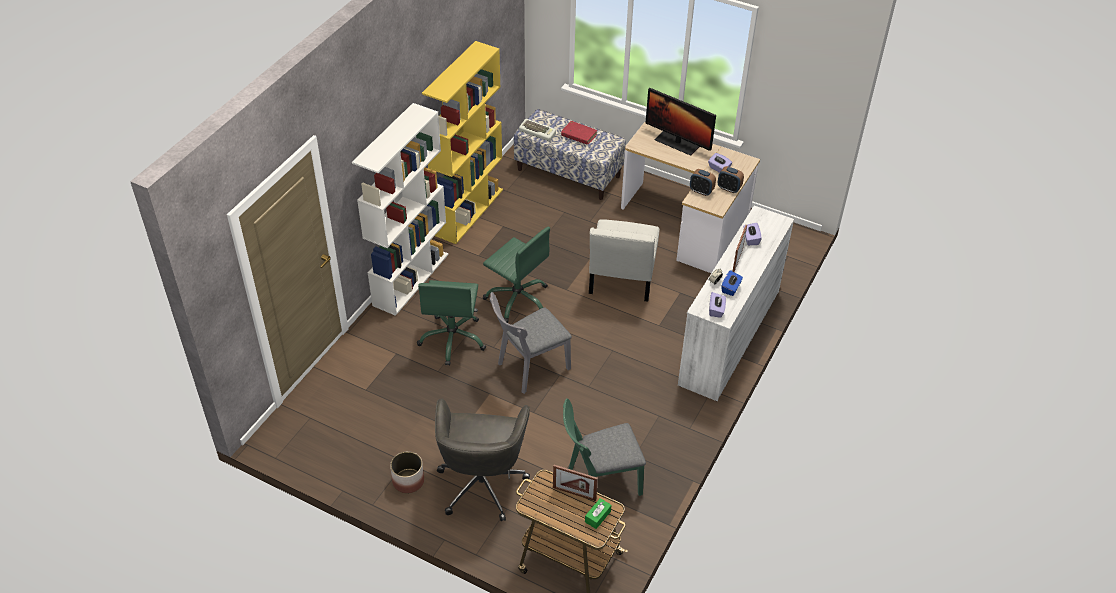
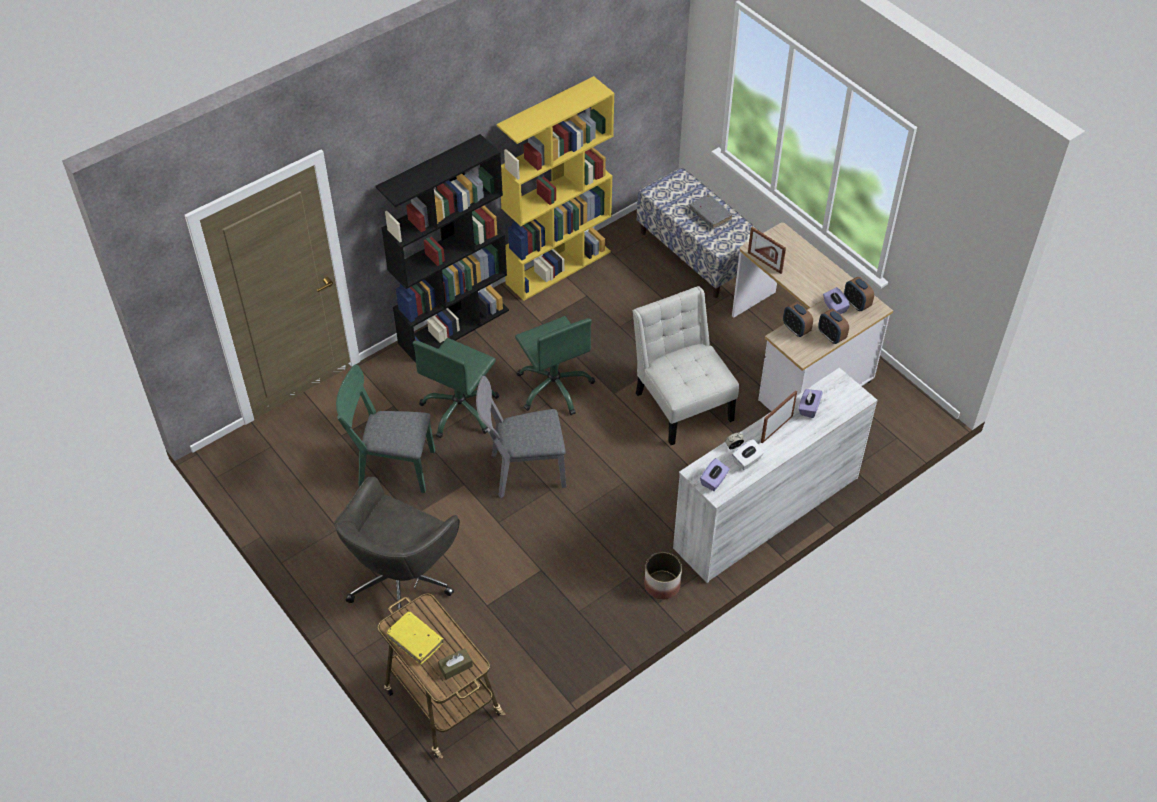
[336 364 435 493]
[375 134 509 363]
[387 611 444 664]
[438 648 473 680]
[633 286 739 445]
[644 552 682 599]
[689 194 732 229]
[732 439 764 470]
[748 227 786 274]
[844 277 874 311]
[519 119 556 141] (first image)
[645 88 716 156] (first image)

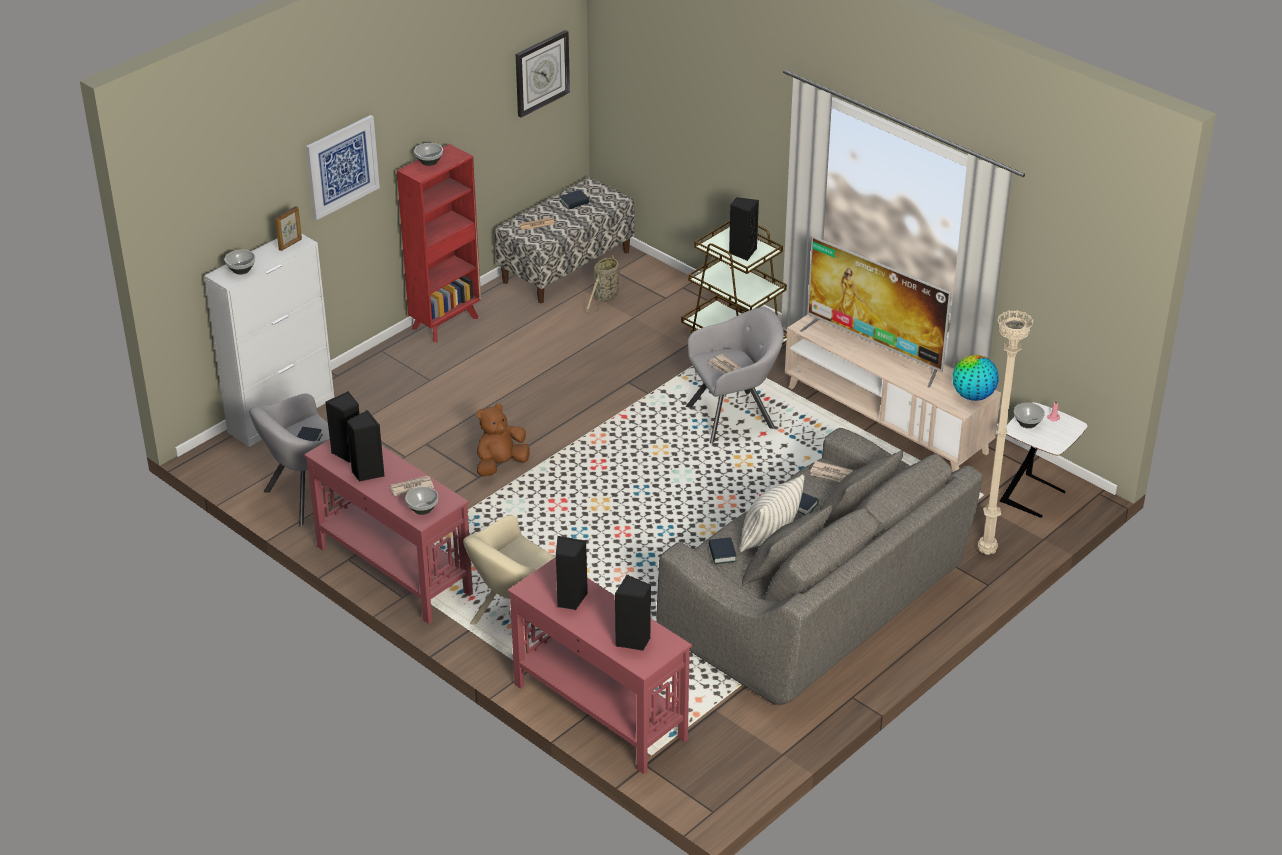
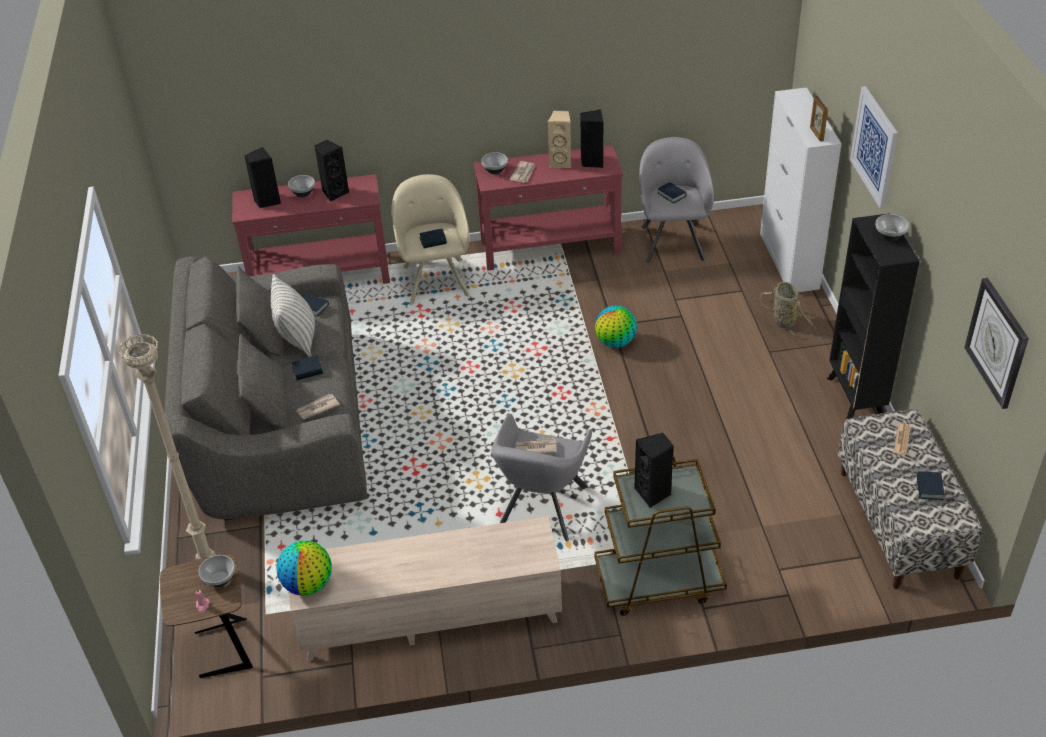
[160 554 253 678]
[288 175 315 197]
[420 229 447 248]
[548 110 571 168]
[595 306 637 348]
[760 282 813 336]
[827 213 920 419]
[800 236 951 388] (first image)

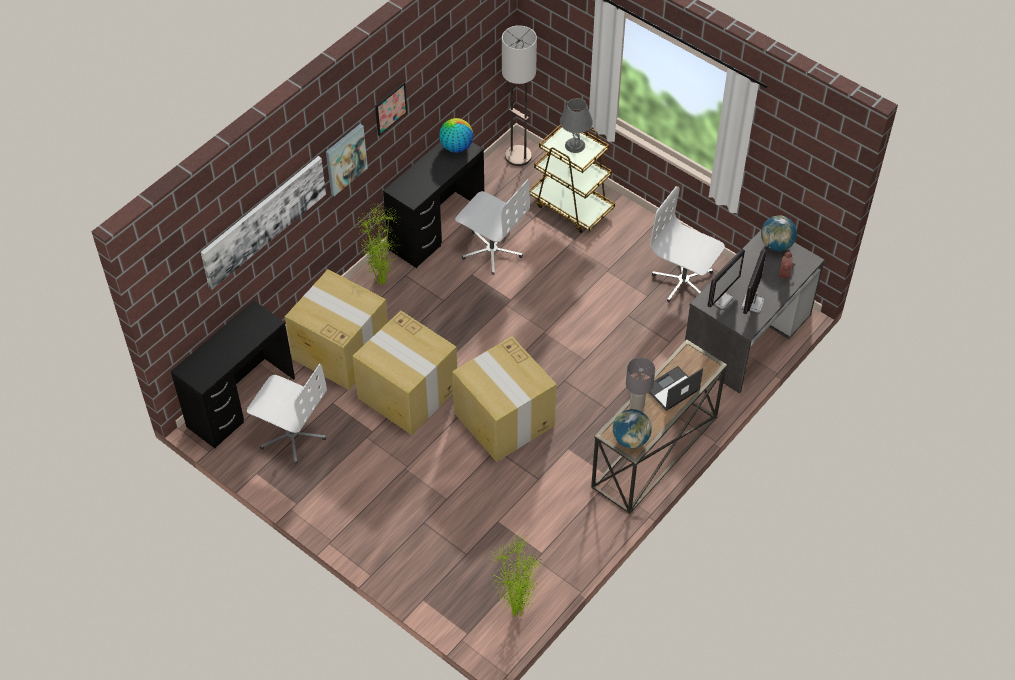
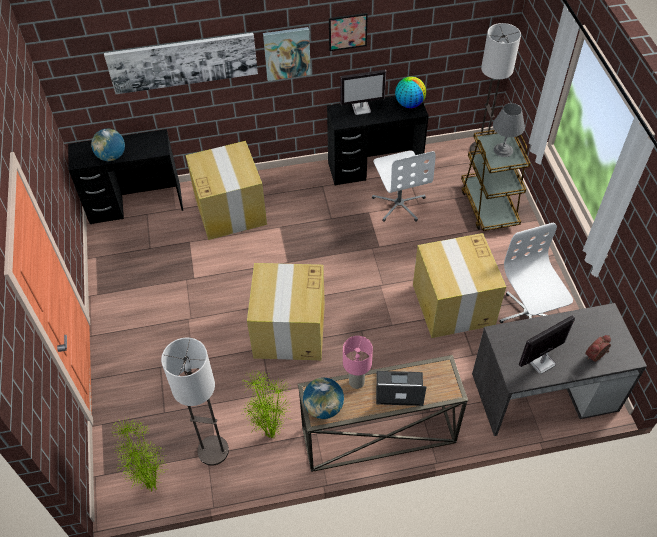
[91 129 125 161]
[161 338 229 466]
[241 370 290 440]
[340 70 386 115]
[343 336 373 389]
[413 233 506 338]
[247 364 327 464] (first image)

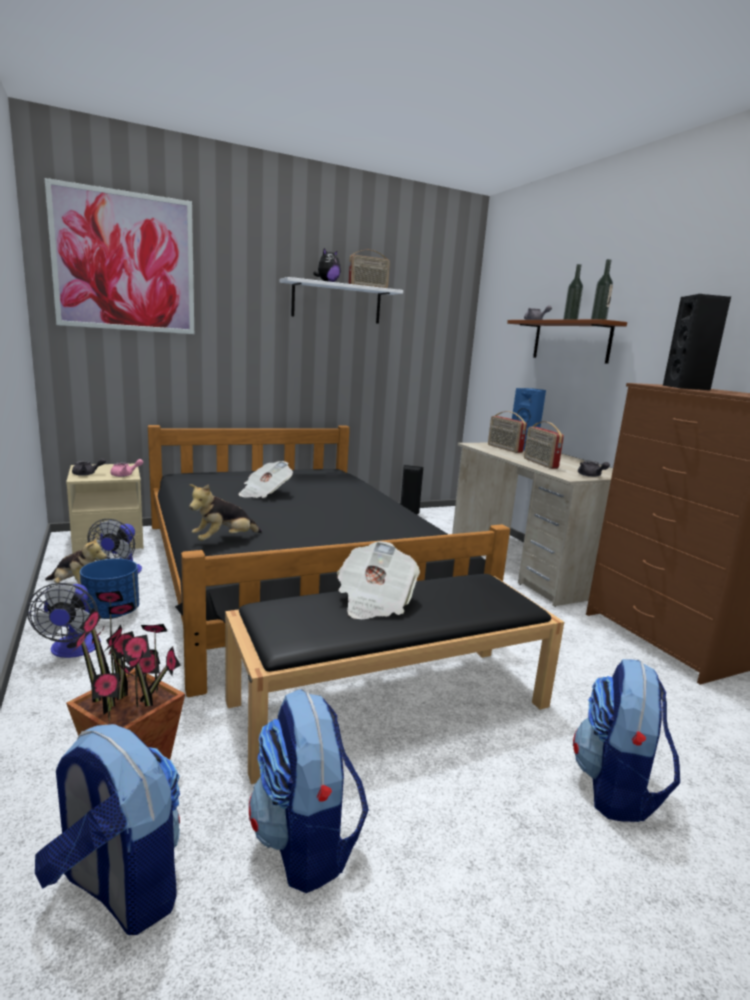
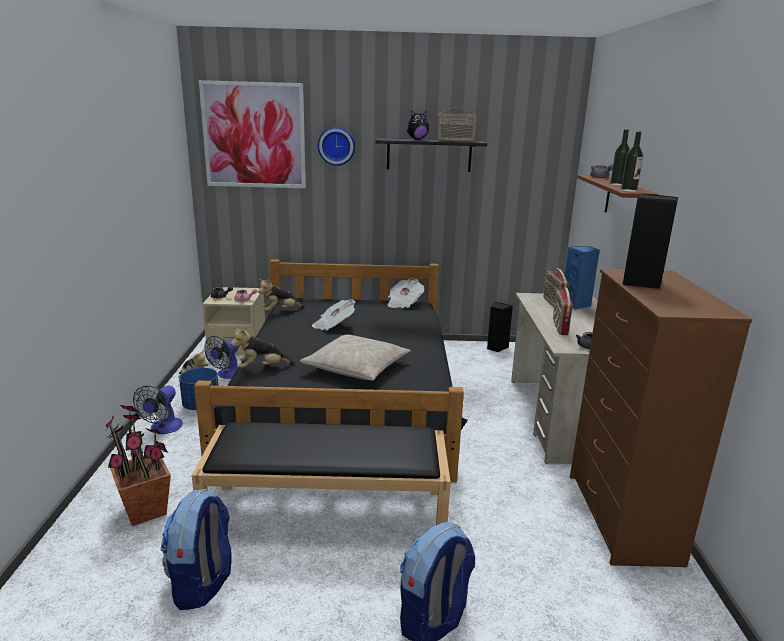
[258 279 305 311]
[300 335 410 381]
[318 127 355 166]
[375 138 487 172]
[387 278 424 308]
[35 724 180 935] (first image)

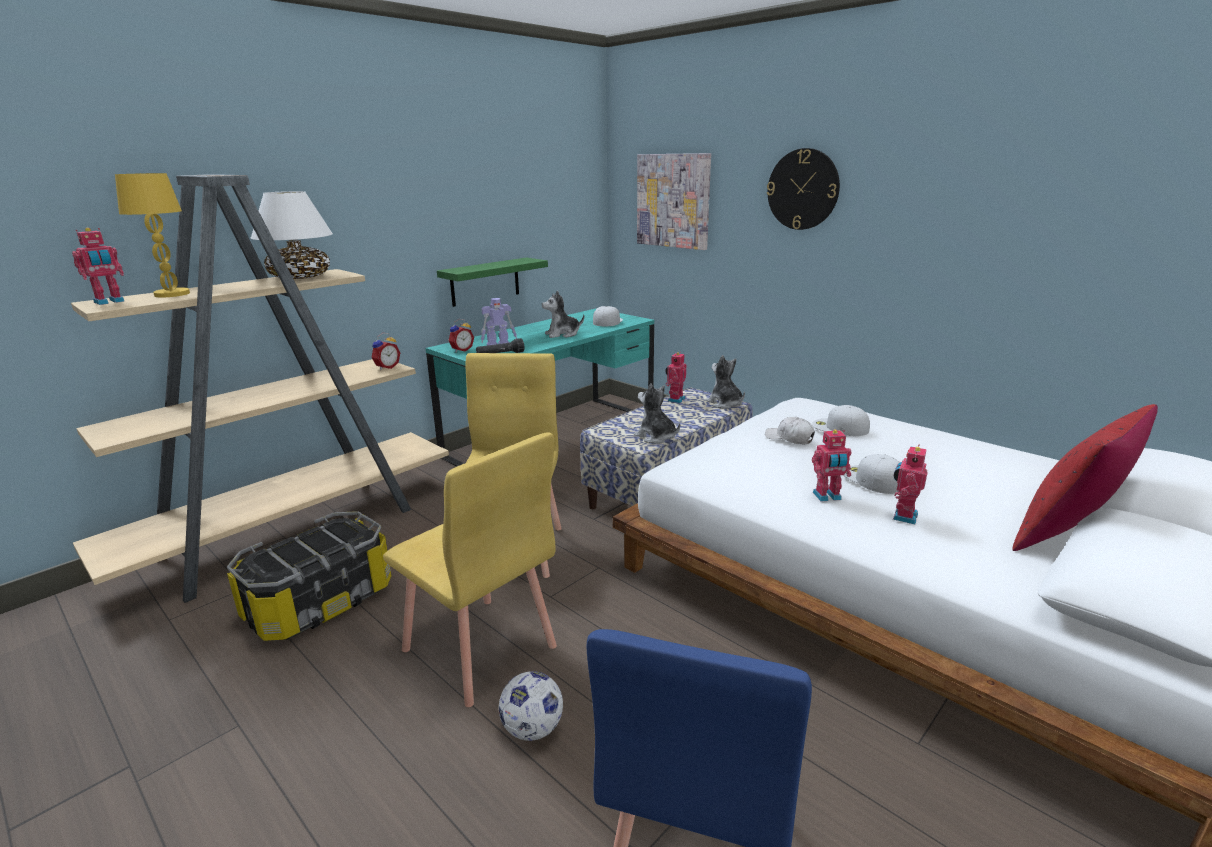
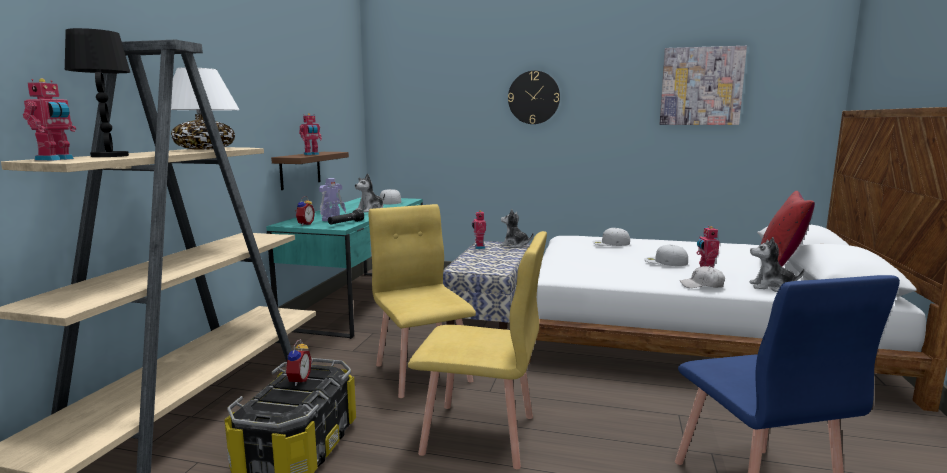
[65 28 130 157]
[271 152 349 190]
[284 339 312 386]
[299 113 322 155]
[660 46 747 125]
[680 266 725 288]
[750 237 804 292]
[499 671 563 741] (first image)

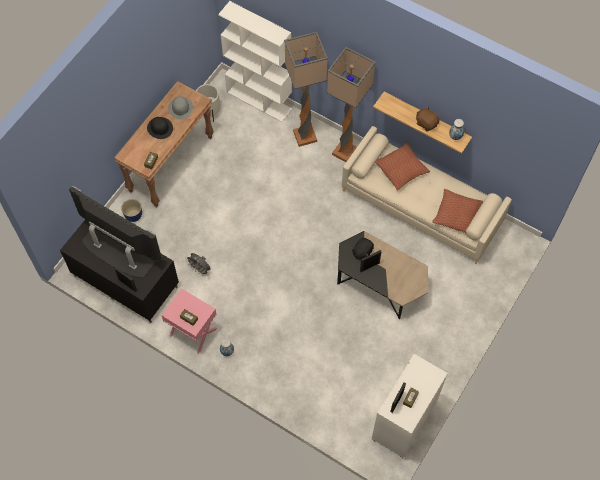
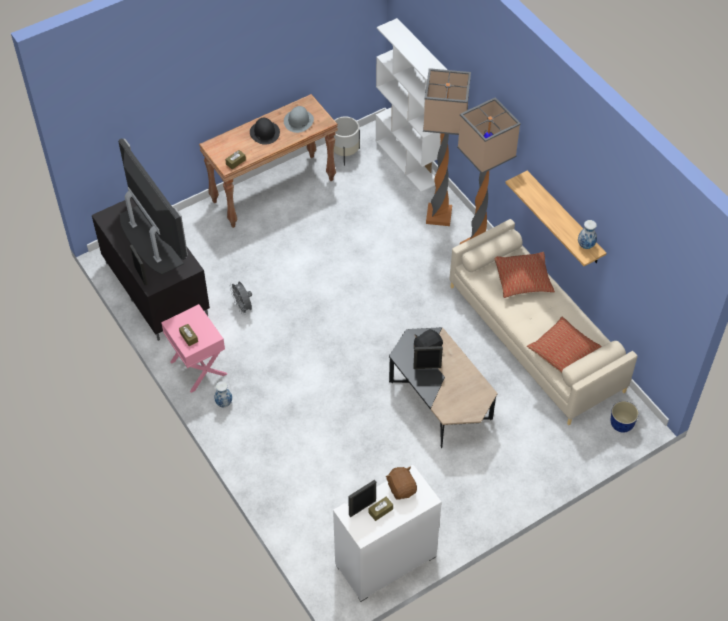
[386 467 417 500]
[611 401 639 433]

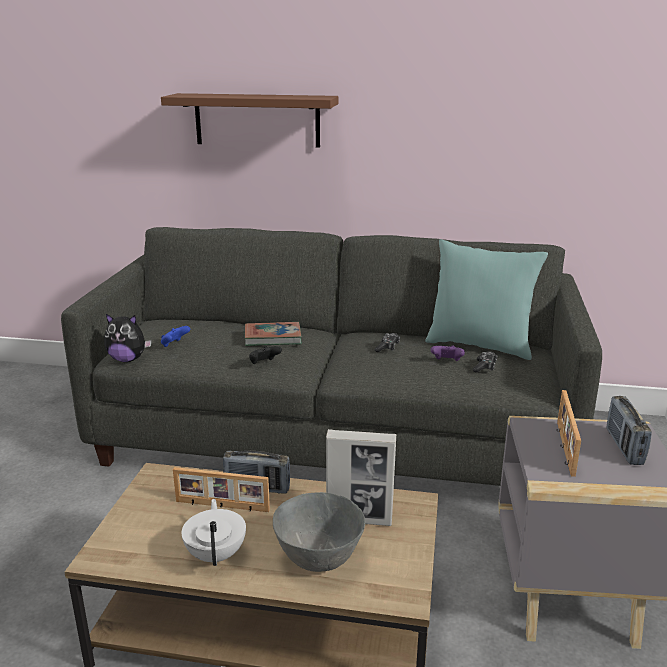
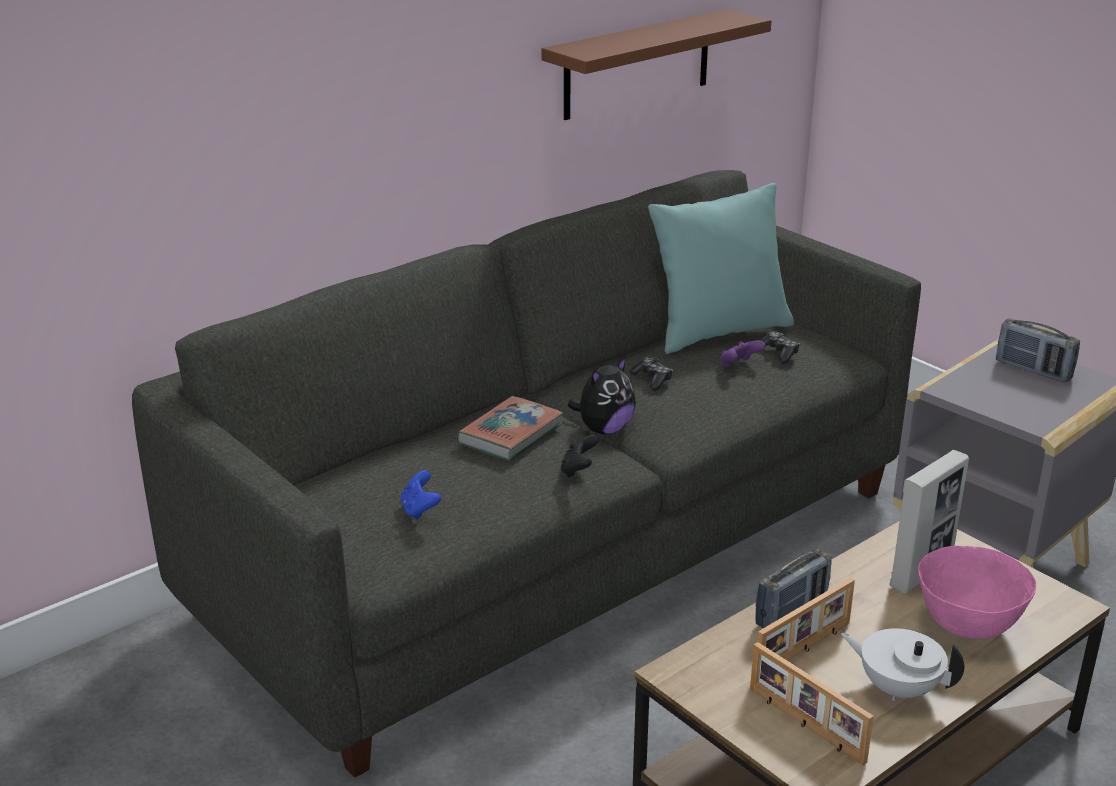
[542 9 771 120]
[568 356 636 435]
[750 642 874 765]
[918 545 1036 639]

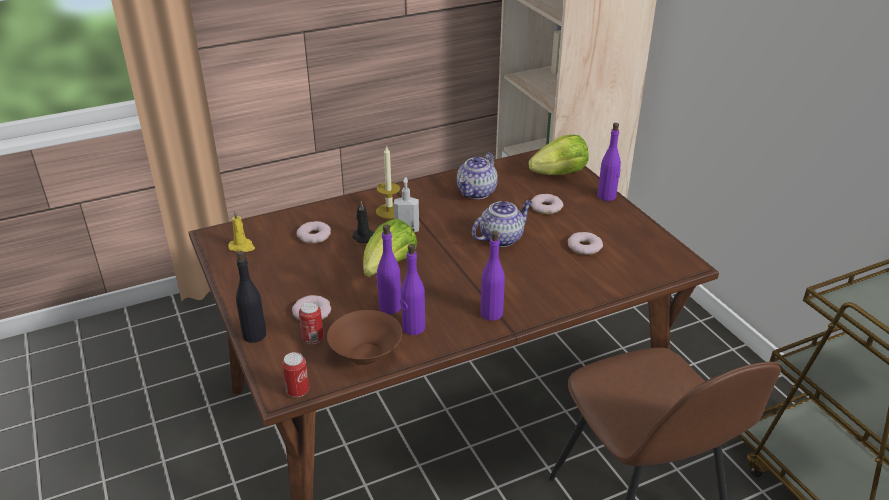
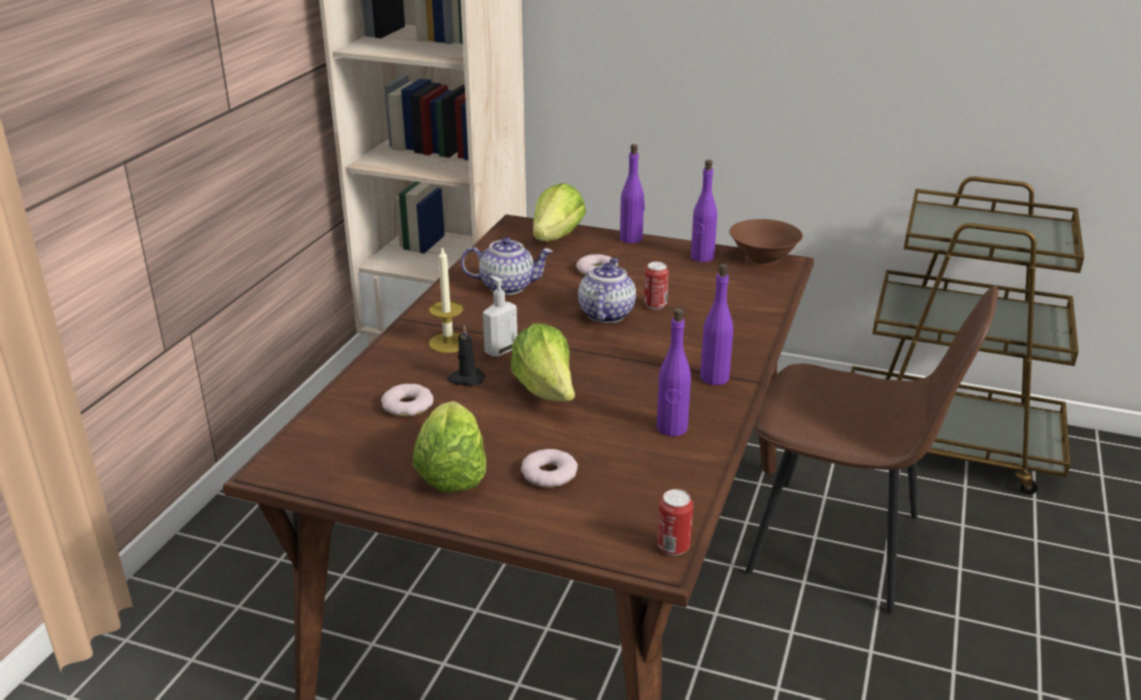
[413 401 486 493]
[461 237 553 295]
[644 262 669 310]
[691 160 717 262]
[729 219 803 265]
[228 210 255 252] (first image)
[236 251 266 343] (first image)
[568 232 603 255] (first image)

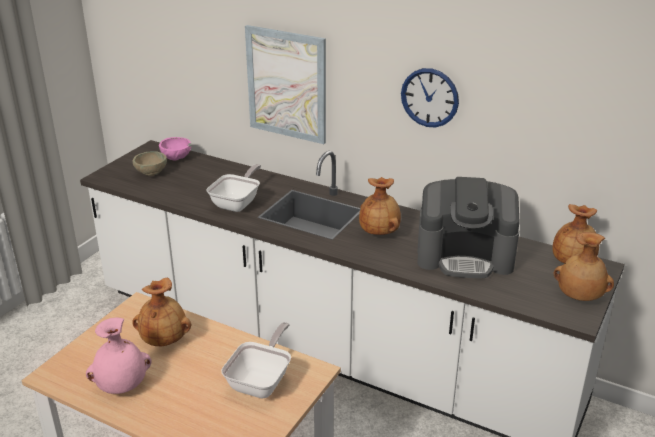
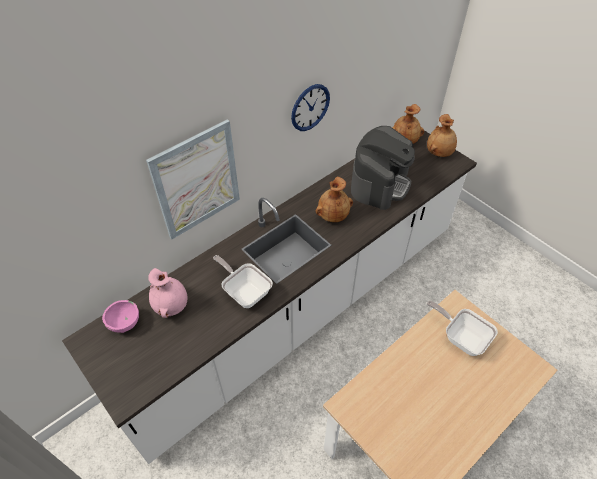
[148 268 188 318]
[132 278 191 346] (first image)
[133 151 167 176] (first image)

